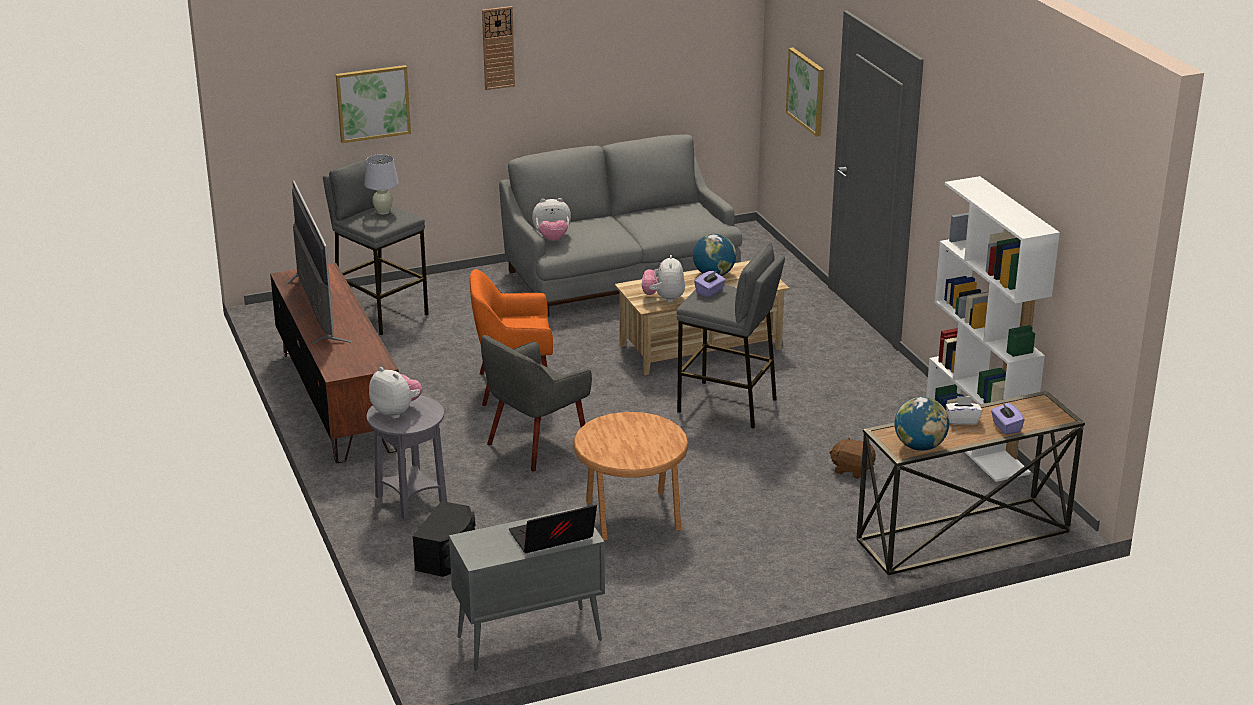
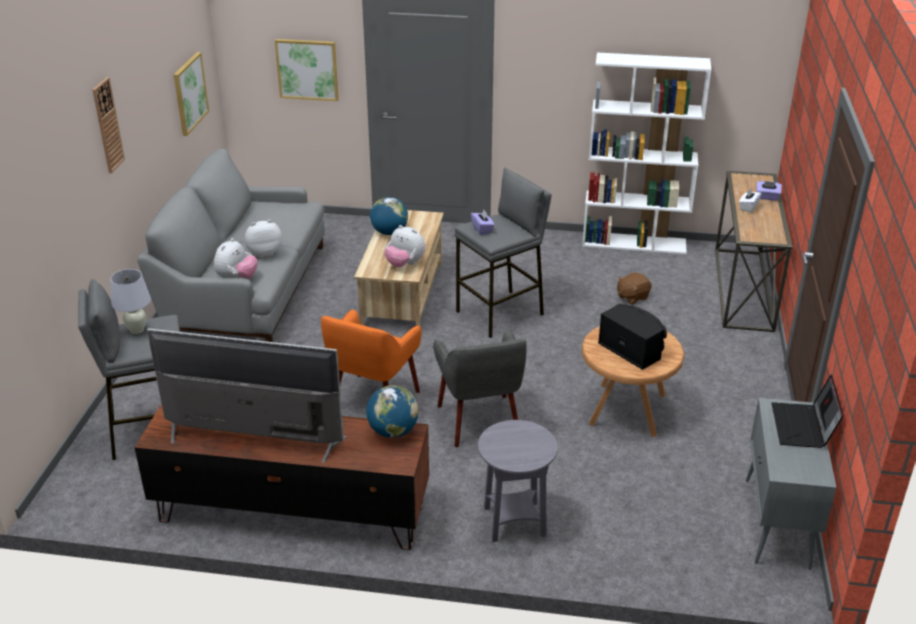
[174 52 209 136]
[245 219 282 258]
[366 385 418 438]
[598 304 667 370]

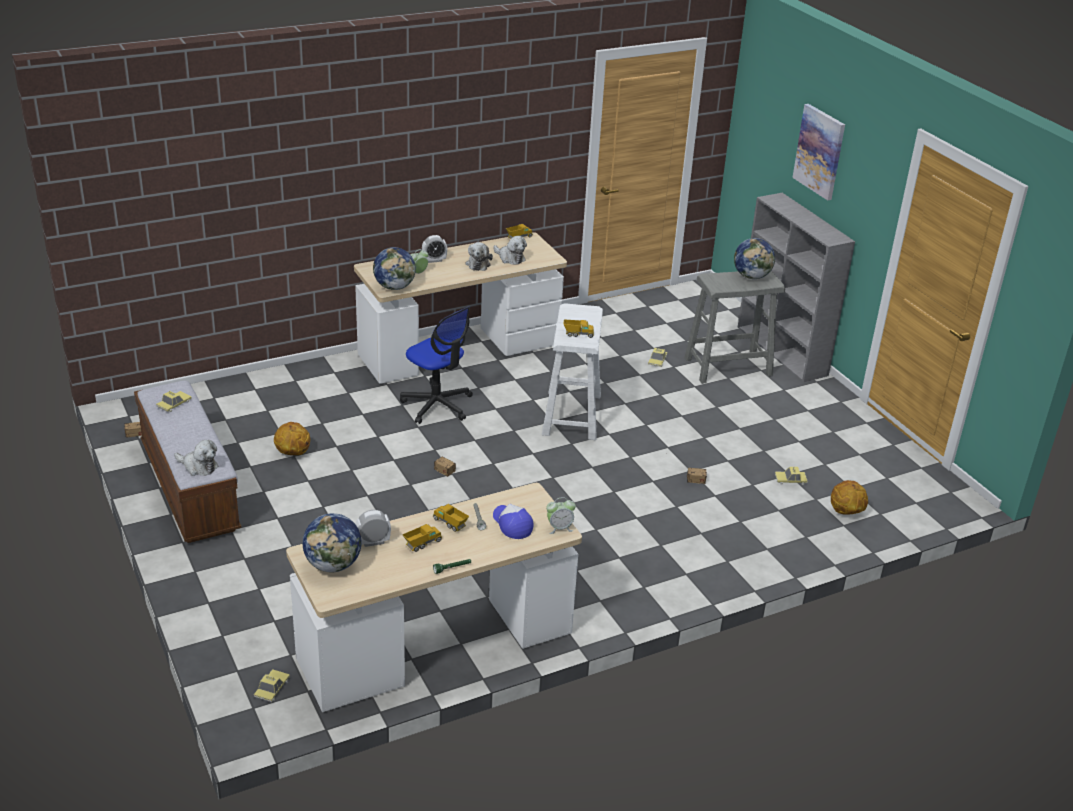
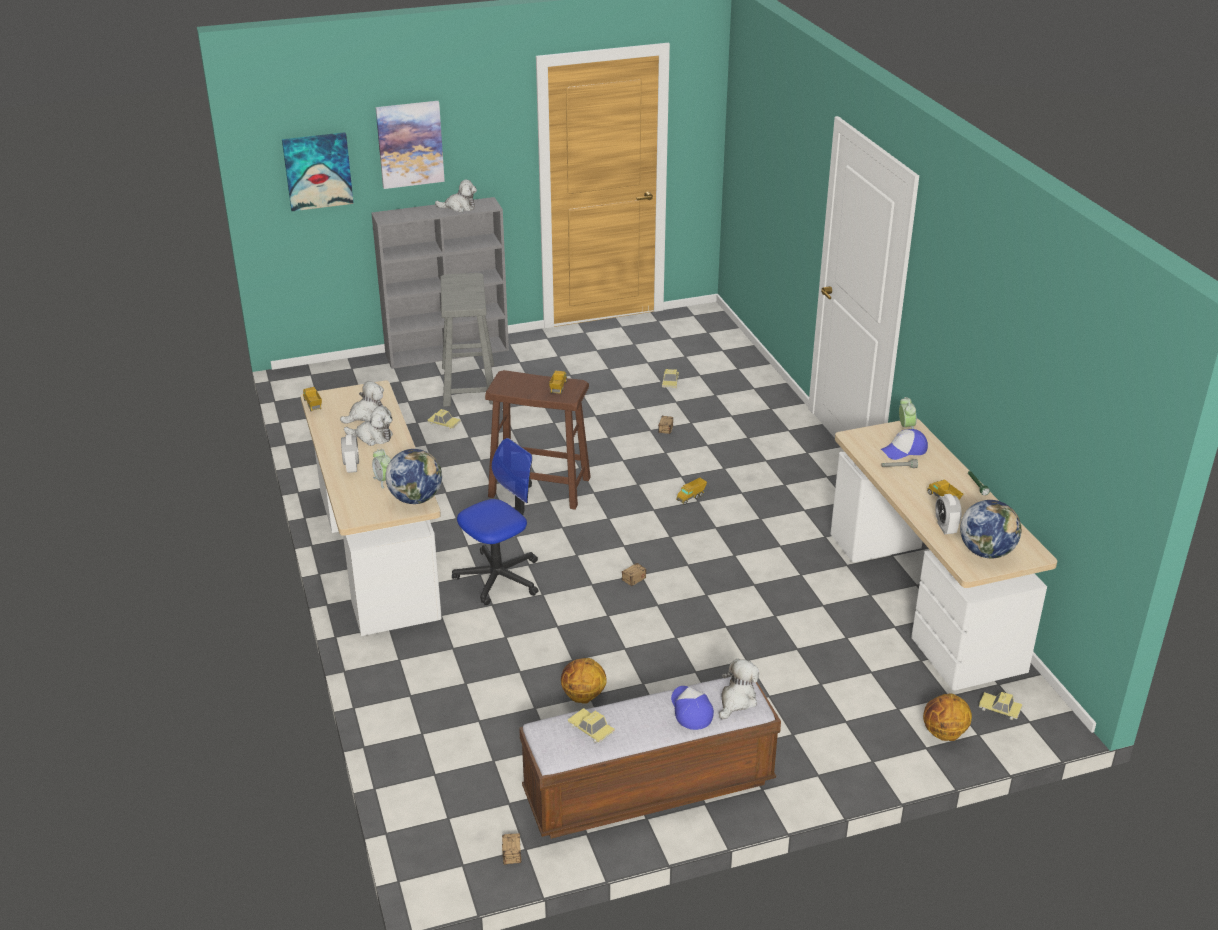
[282 132 354 211]
[435 180 477 212]
[485 370 591 510]
[671 686 714 730]
[676 477 707 505]
[923 694 972 741]
[734 238 775 279] (first image)

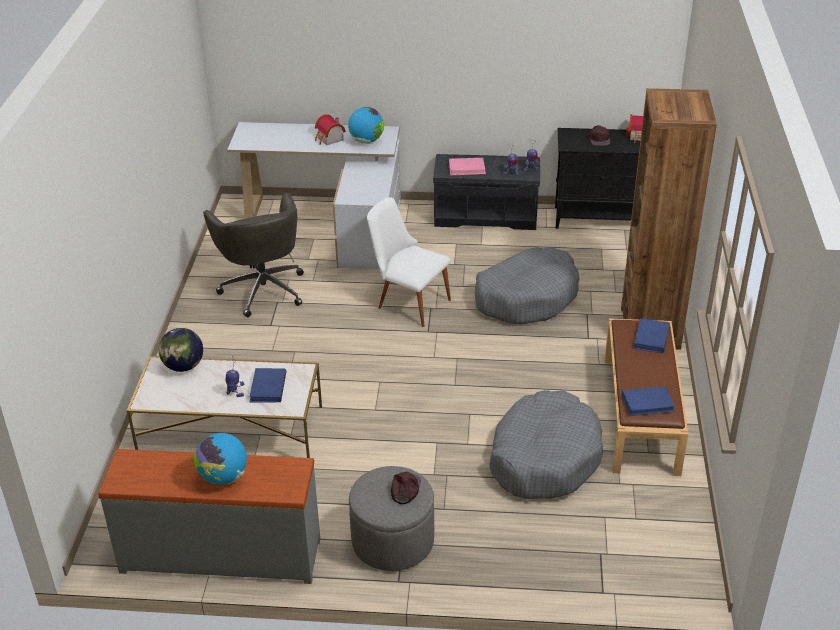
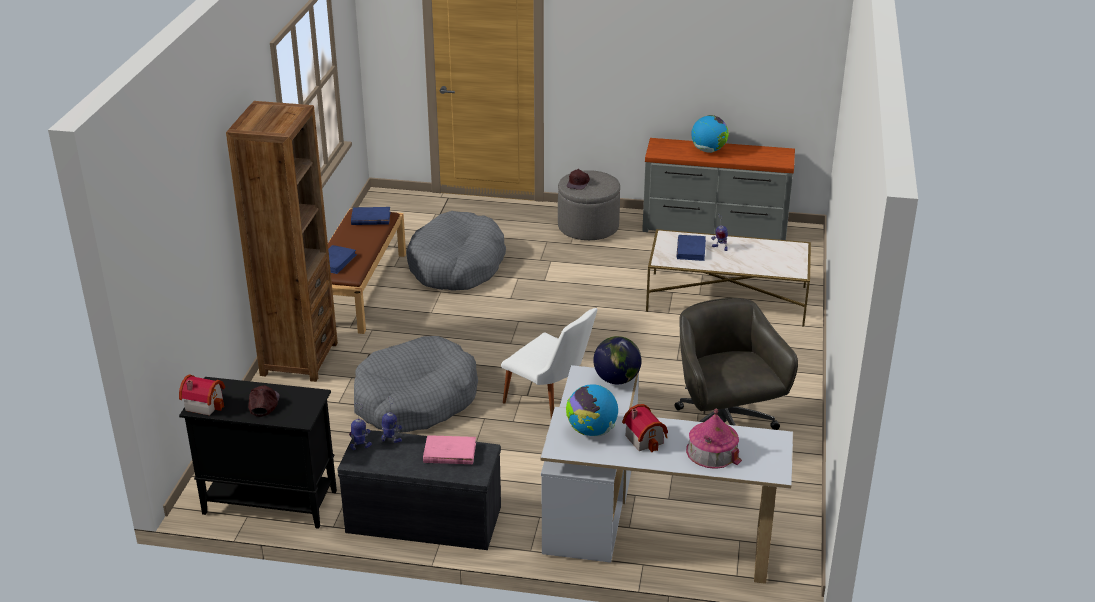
[593 336 642 384]
[686 409 742 469]

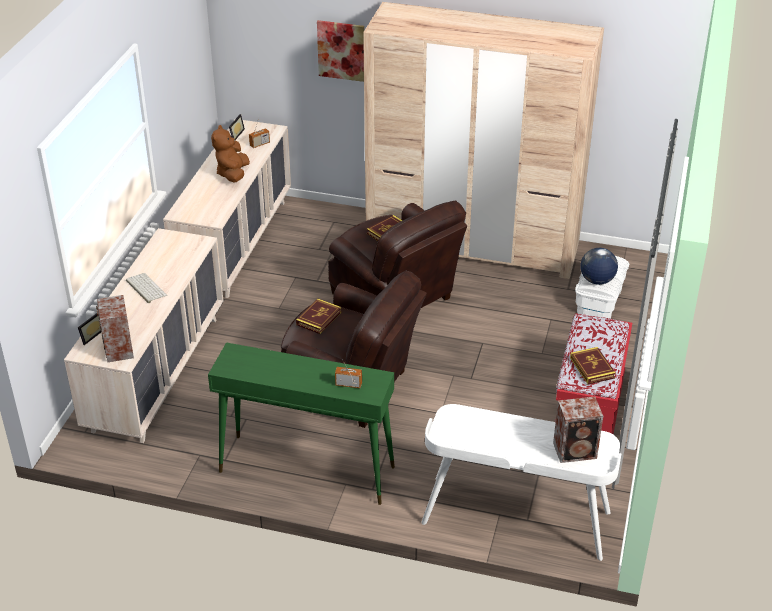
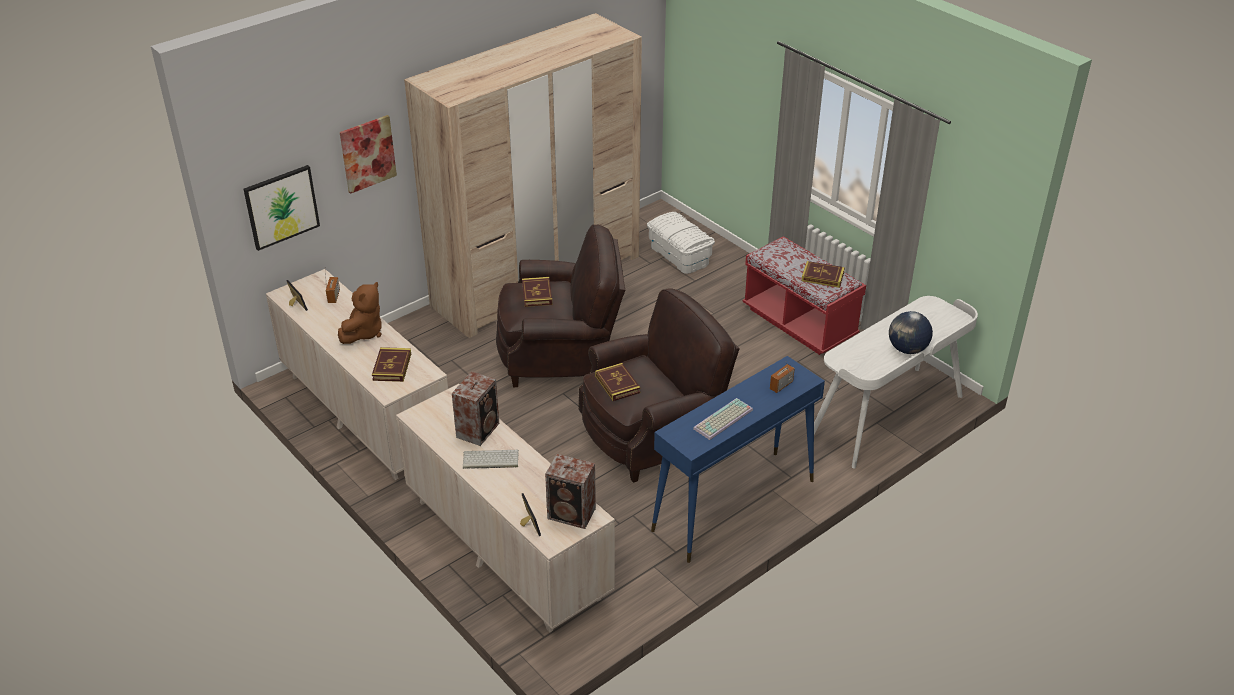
[243 165 320 251]
[338 282 382 344]
[372 347 411 382]
[452 371 499 446]
[651 356 825 563]
[693 398 753 440]
[889 311 933 354]

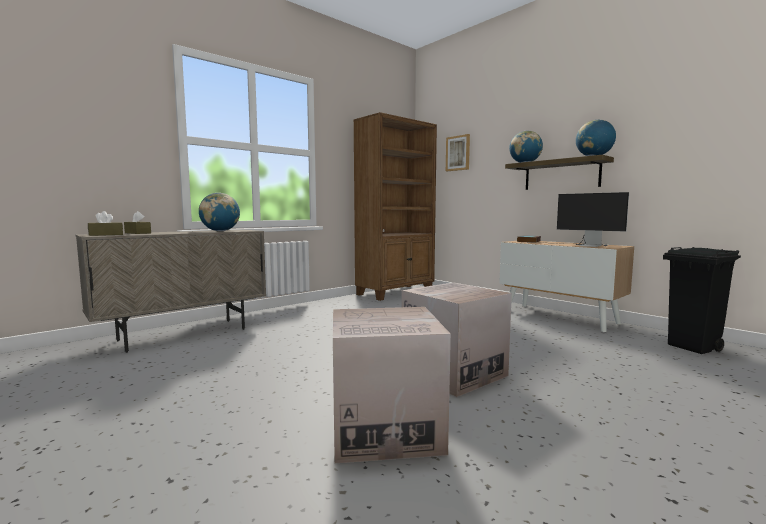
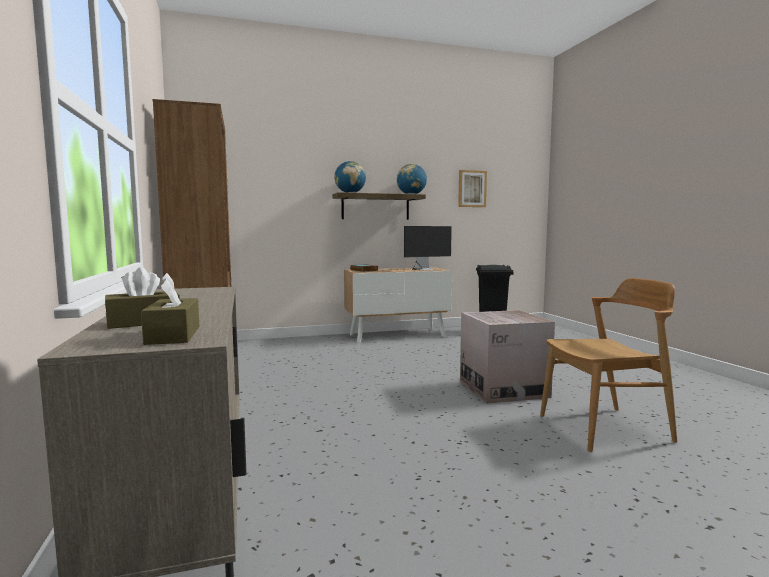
[458 170 487 207]
[540 278 677 452]
[199 193 240 231] (first image)

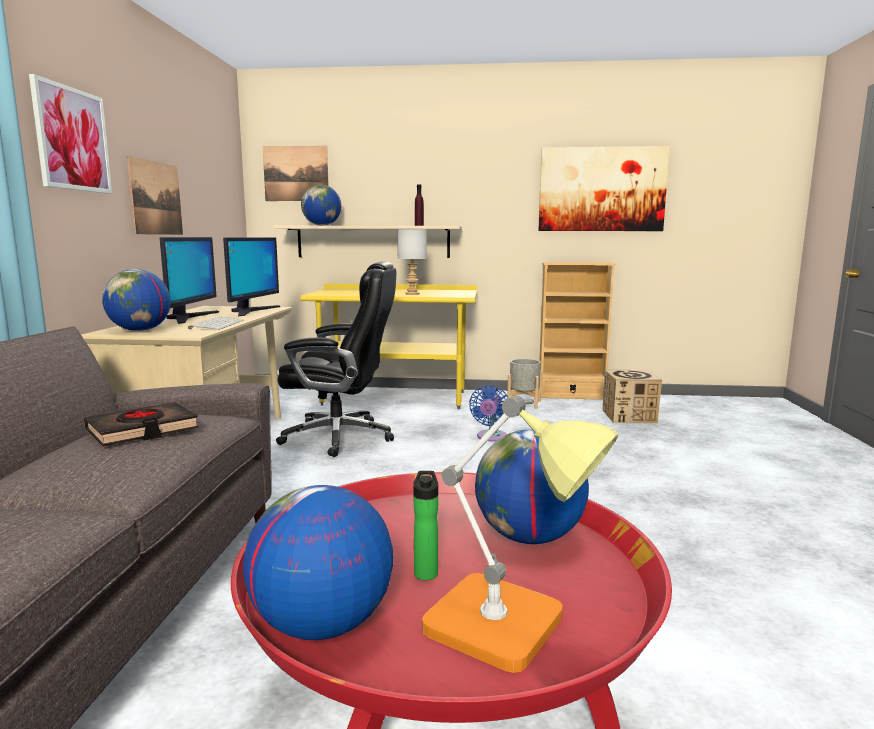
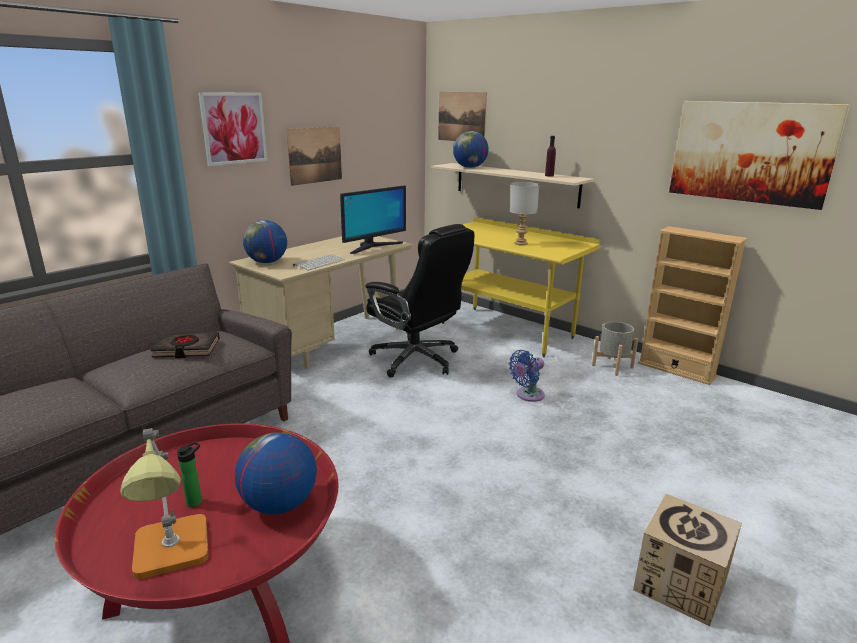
[633 494 742 626]
[160 237 219 324] (first image)
[243 485 393 640] (first image)

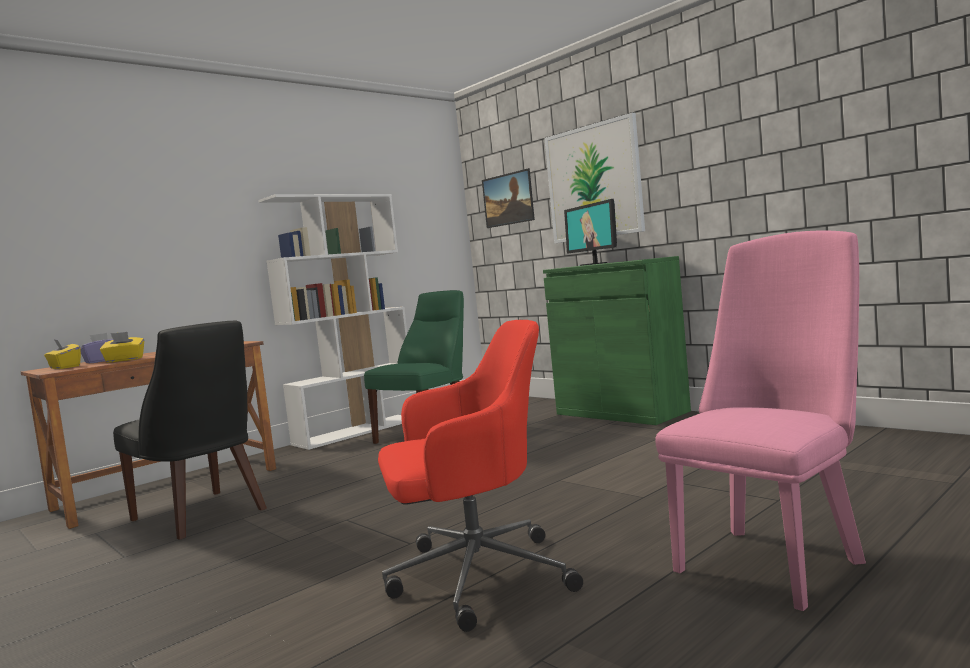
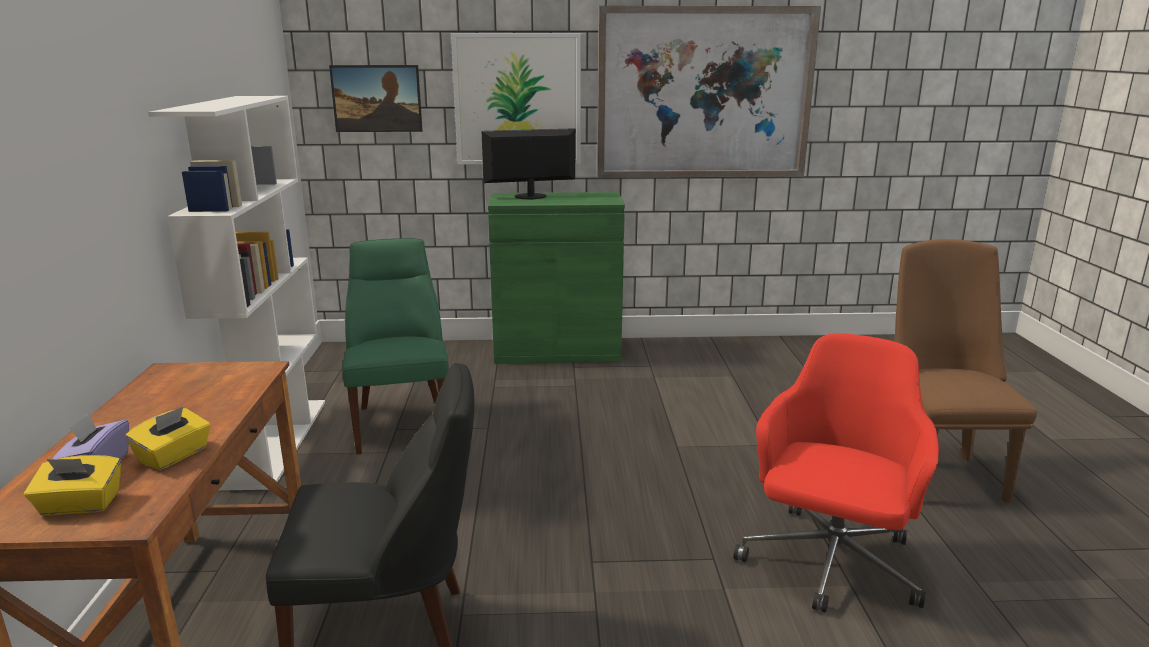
[482 128 576 199]
[597 6 821 178]
[895 239 1037 503]

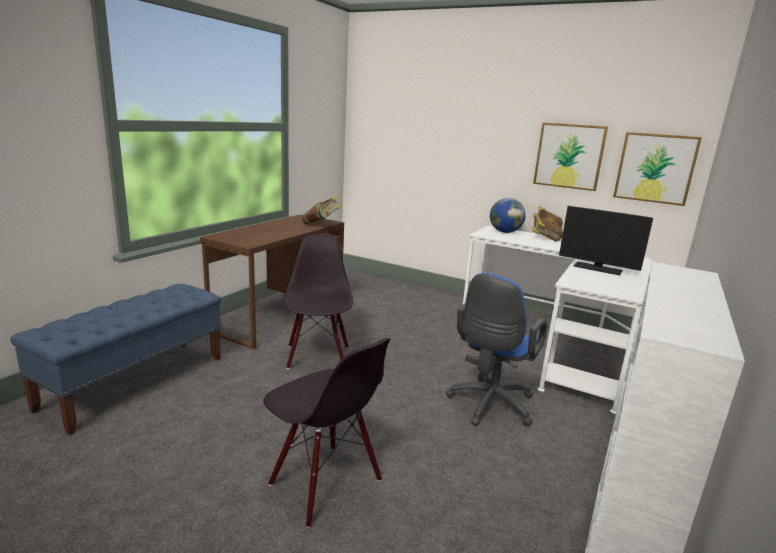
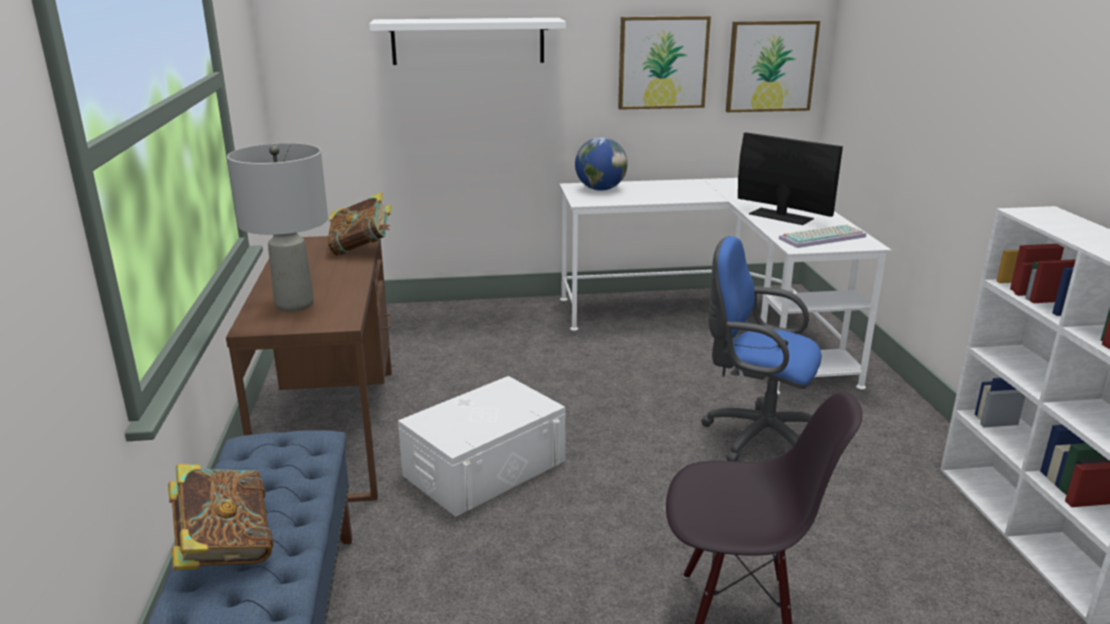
[168 464 273 570]
[227 143 328 312]
[369 18 566 65]
[398 376 565 517]
[701 236 822 462]
[738 132 843 225]
[779 224 866 248]

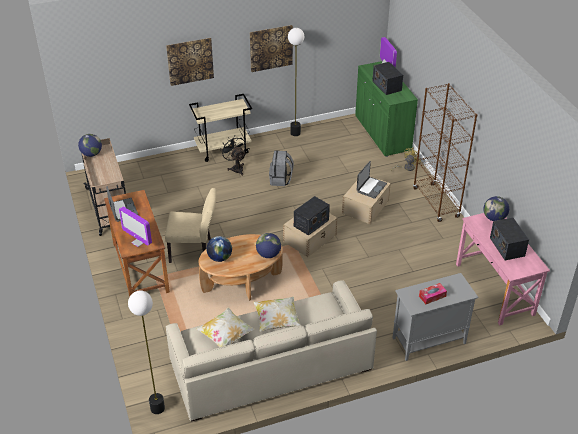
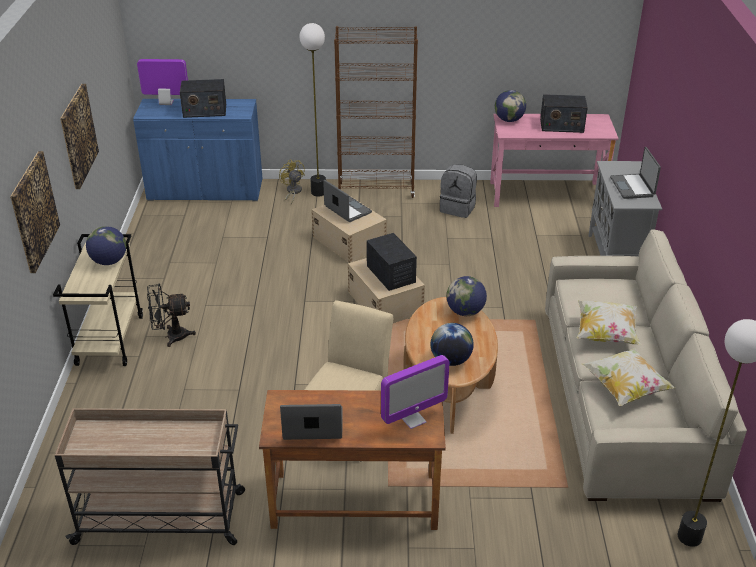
[86 226 126 265]
[133 99 263 201]
[300 23 326 196]
[440 164 477 218]
[610 147 661 199]

